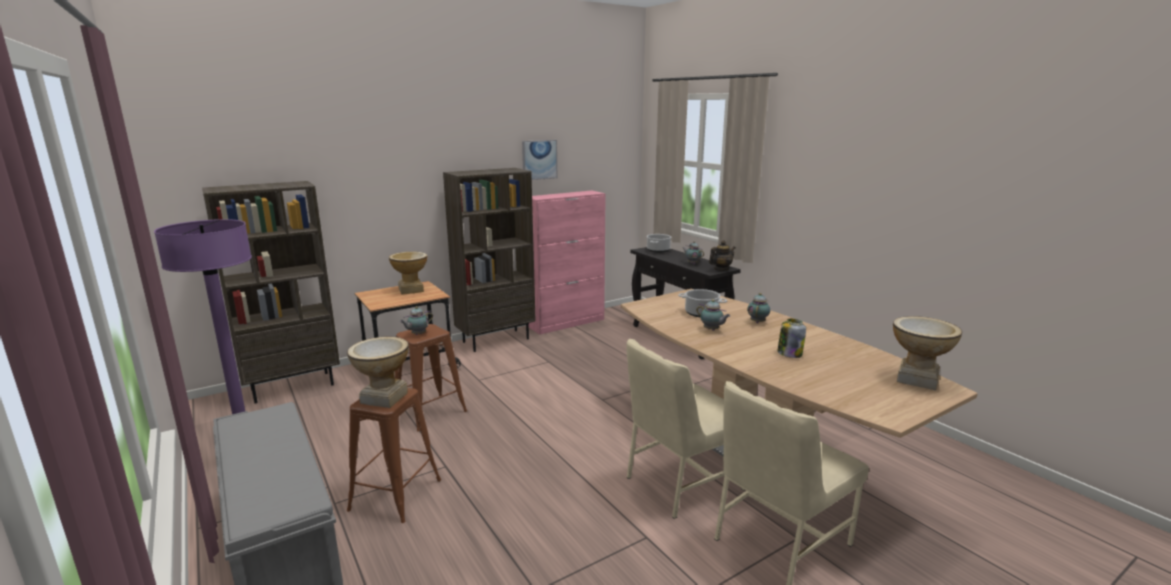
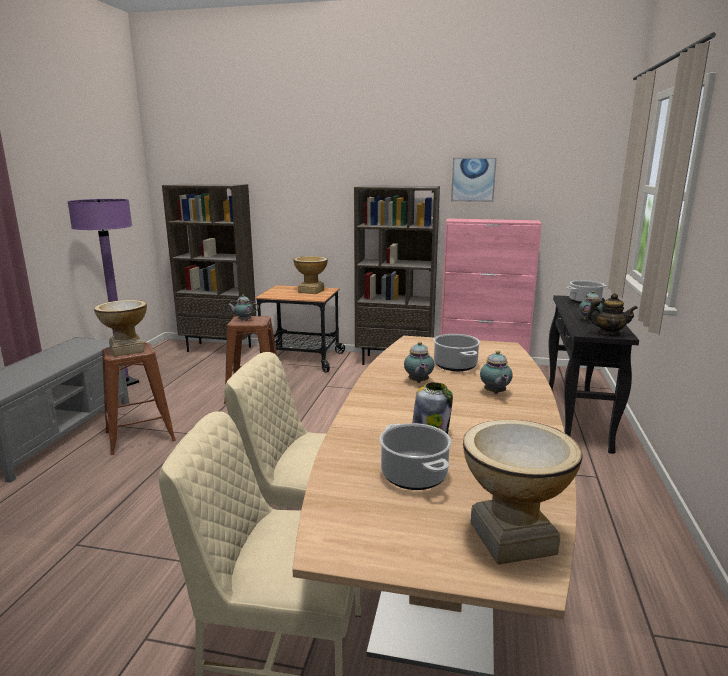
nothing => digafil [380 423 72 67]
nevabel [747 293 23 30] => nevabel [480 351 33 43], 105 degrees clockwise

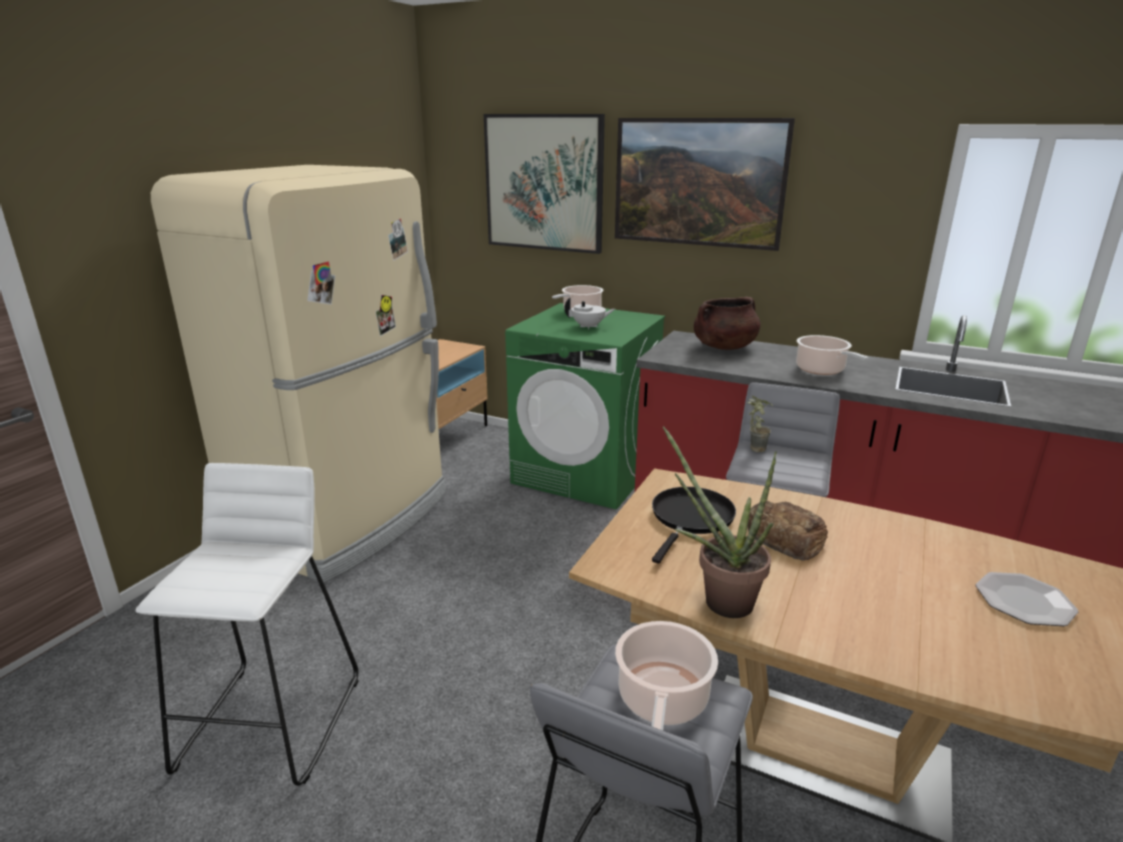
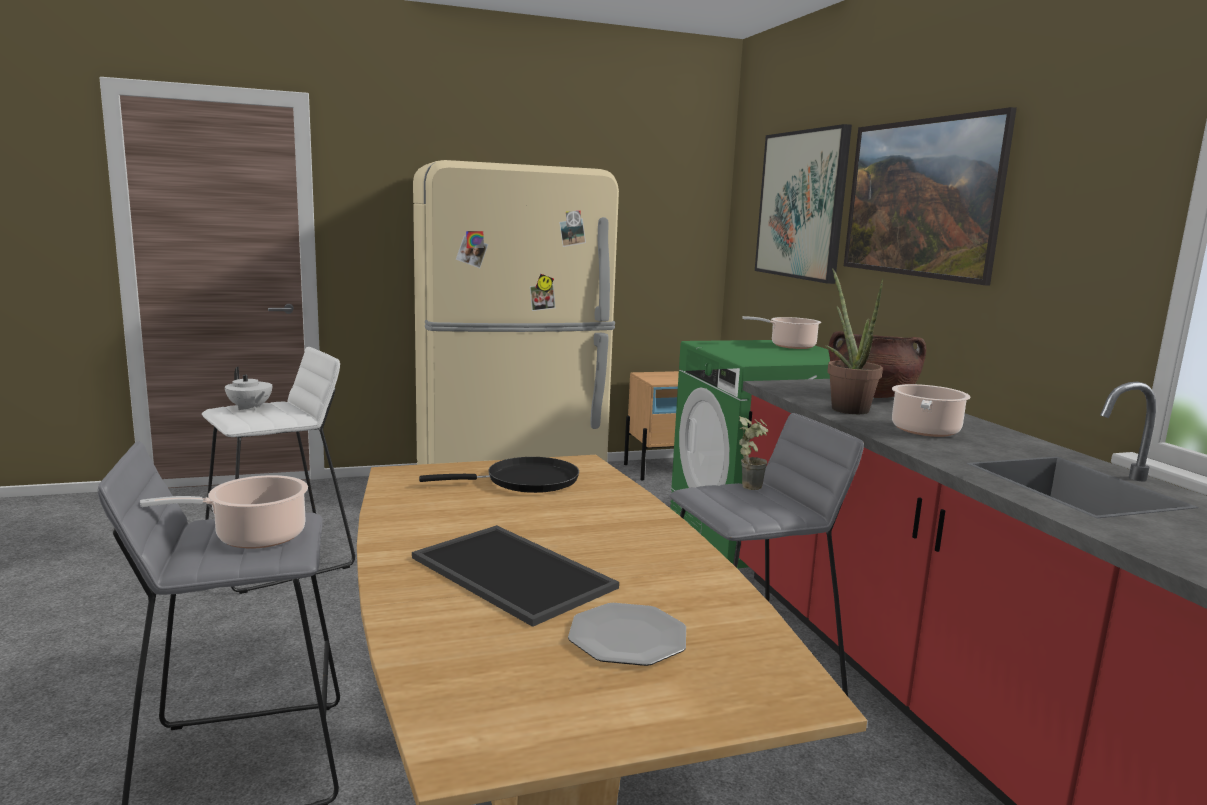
white_nevabel [565 298 50 31] => white_nevabel [225 367 47 44], shifted
nothing => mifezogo [412 525 207 102]
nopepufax [663 426 114 192] => nopepufax [825 268 58 146], shifted
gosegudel [747 501 81 60] => nothing

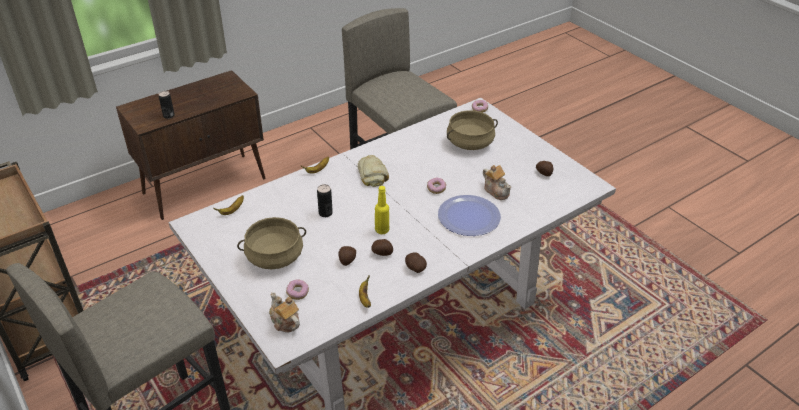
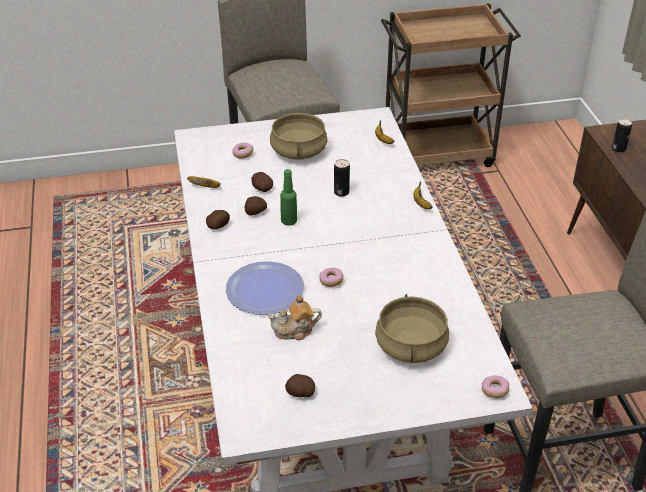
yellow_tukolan [375 186 14 48] => green_tukolan [280 169 17 57]
nevabel [269 292 31 40] => nothing
gosegudel [358 155 31 32] => nothing

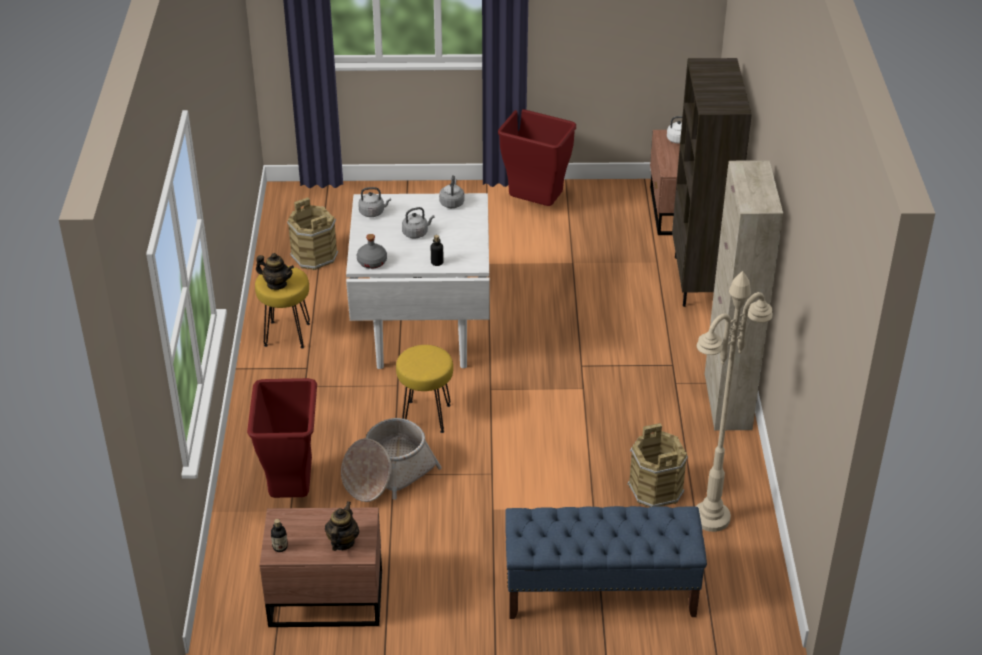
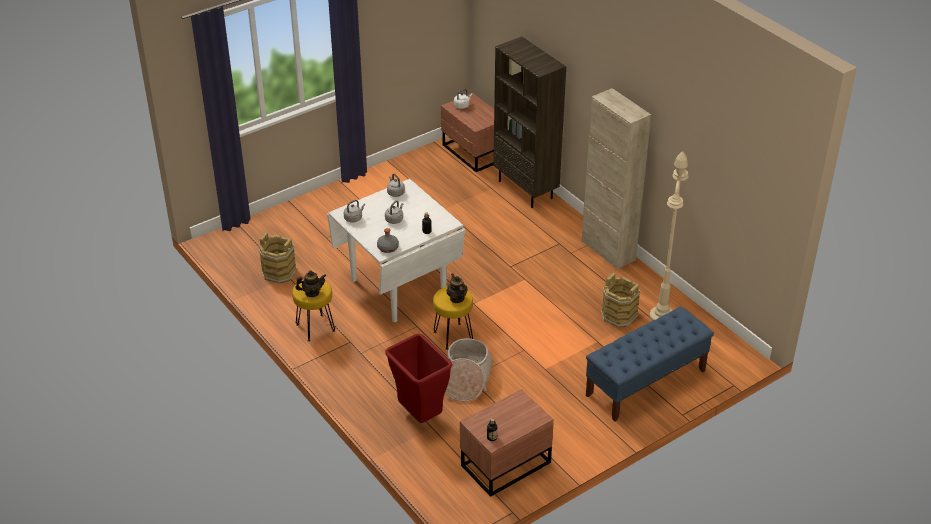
nevabel [325 501 34 50] => nevabel [447 273 21 30], shifted
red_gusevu [498 109 78 97] => nothing

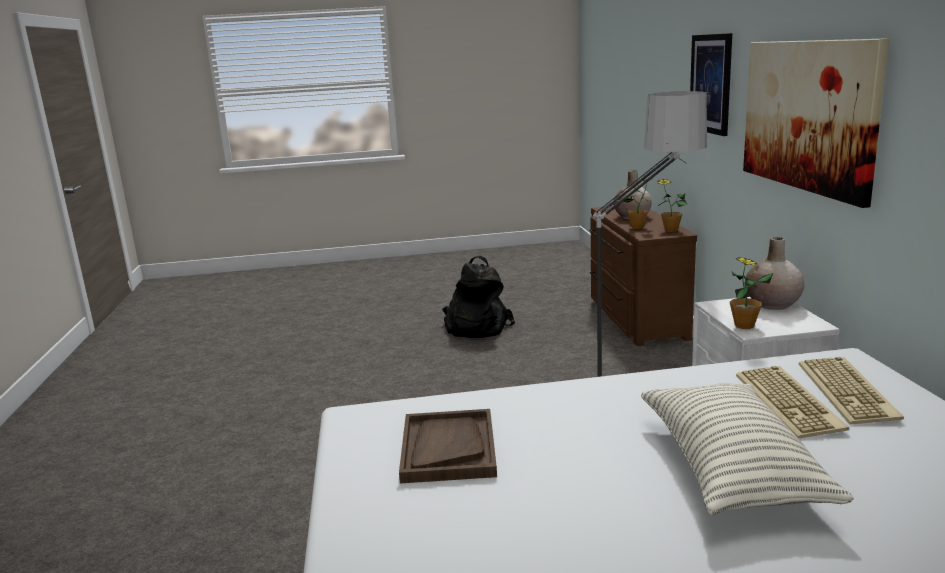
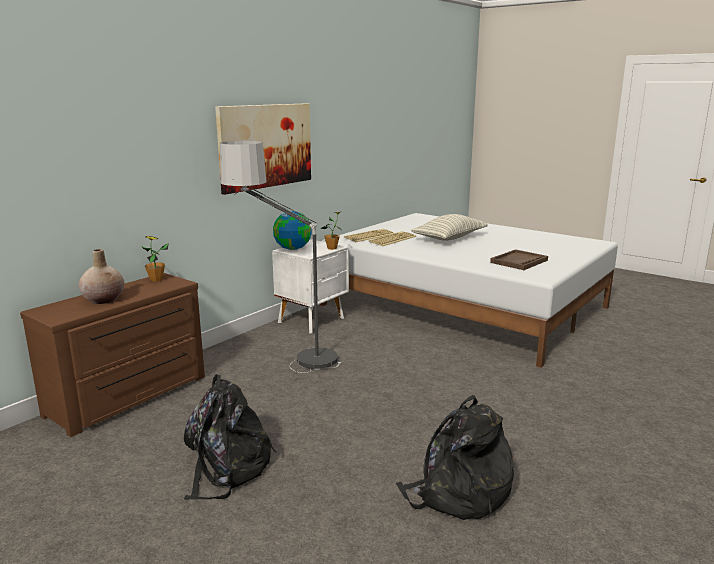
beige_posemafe [745 237 59 73] => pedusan [273 211 39 39]
nothing => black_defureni [396 395 118 125]
nopepufax [623 180 29 49] => nothing
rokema [690 33 42 103] => nothing

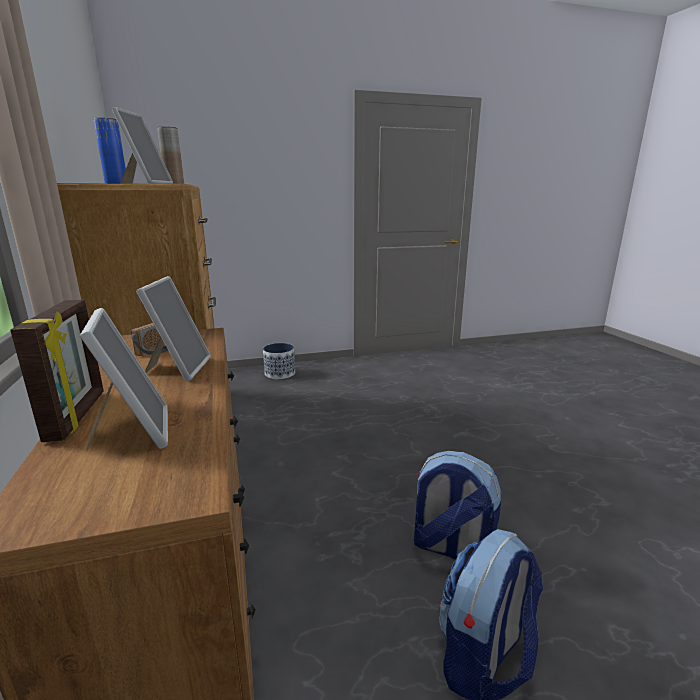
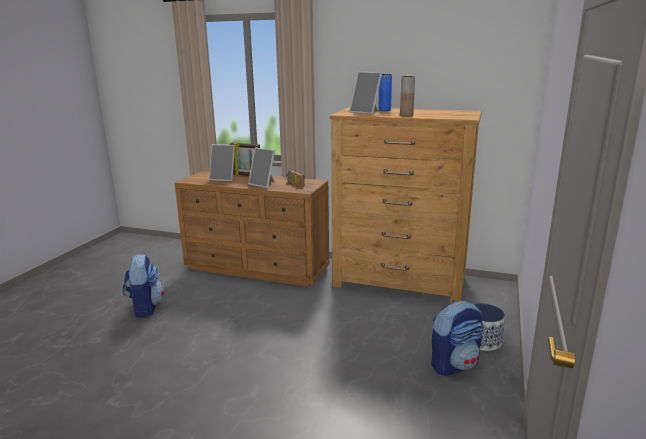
defureni [414 451 87 109] => defureni [431 301 52 75], shifted

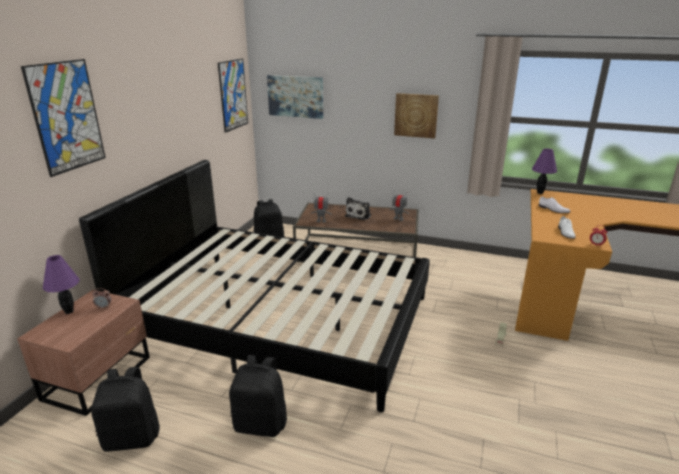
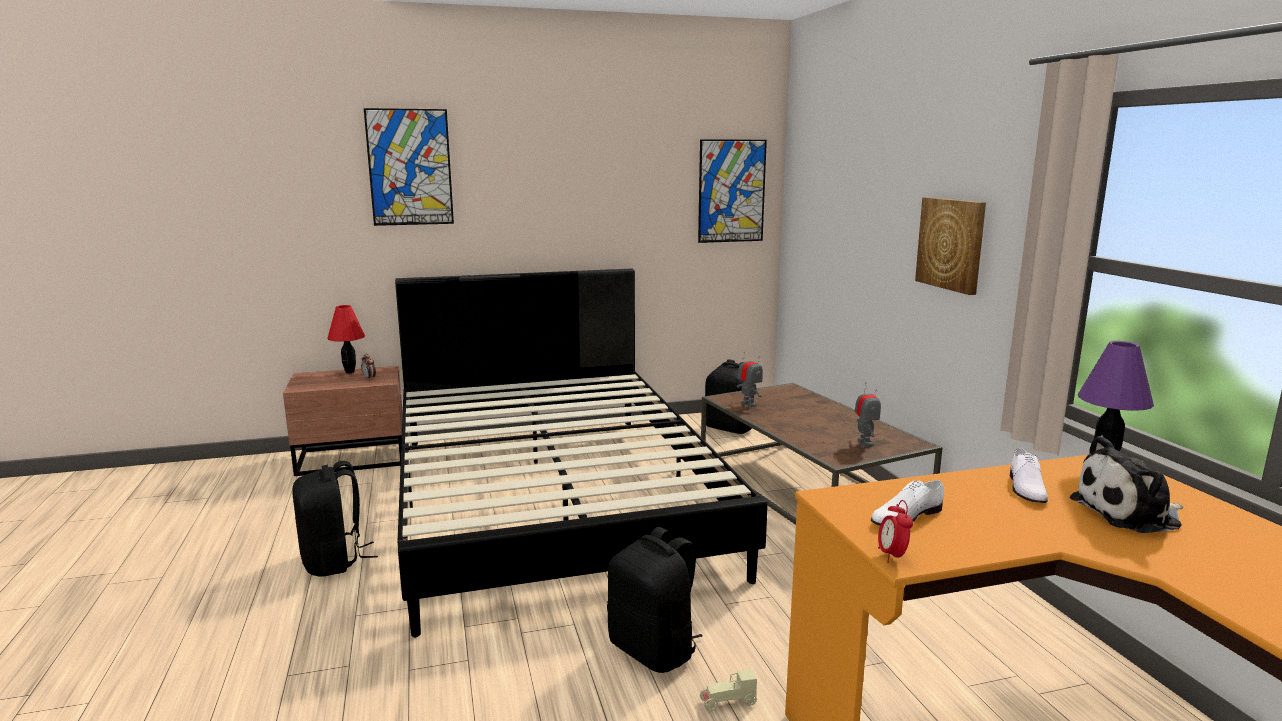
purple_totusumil [43 255 37 59] => red_totusumil [327 305 38 68]
black_defureni [91 367 69 85] => black_defureni [607 527 96 146], shifted
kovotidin [345 197 26 23] => kovotidin [1069 436 114 97], shifted
rokema [267 75 56 44] => nothing

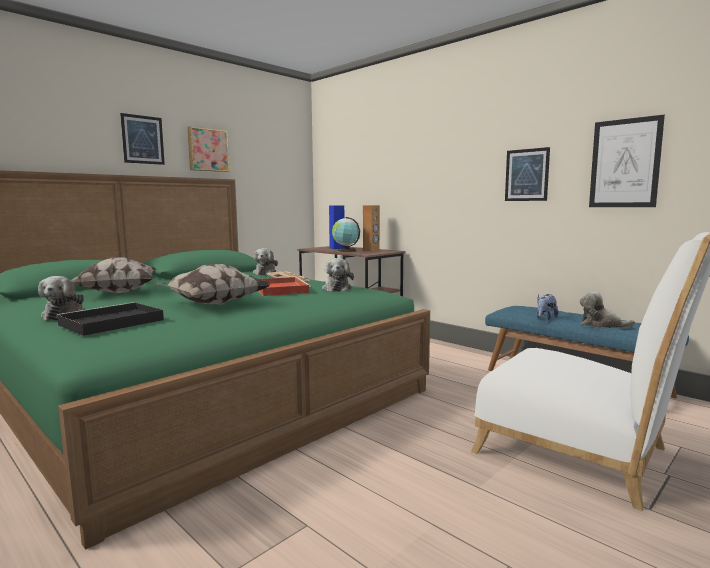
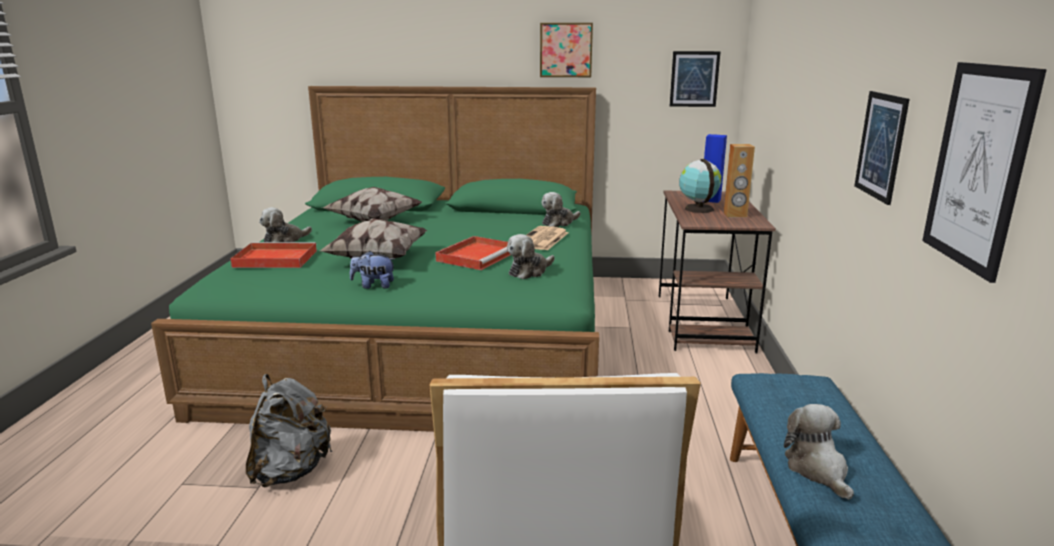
black_mifezogo [57 302 107 34] => red_mifezogo [230 242 87 26]
nothing => grey_defureni [246 374 87 113]
kovotidin [537 294 22 26] => kovotidin [350 251 45 38], shifted
rokema [120 113 45 52] => rokema [670 51 51 56], shifted

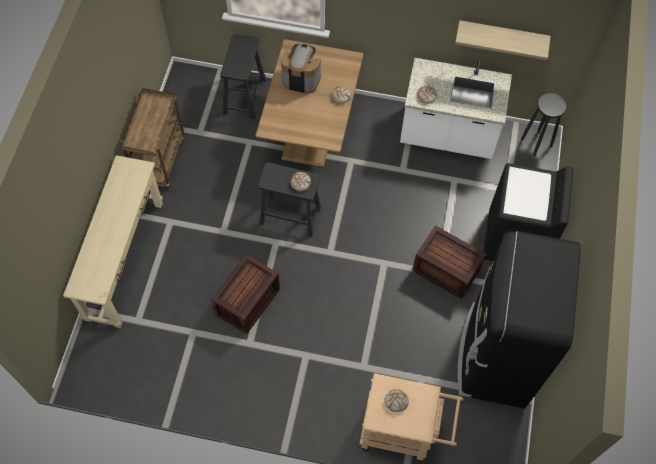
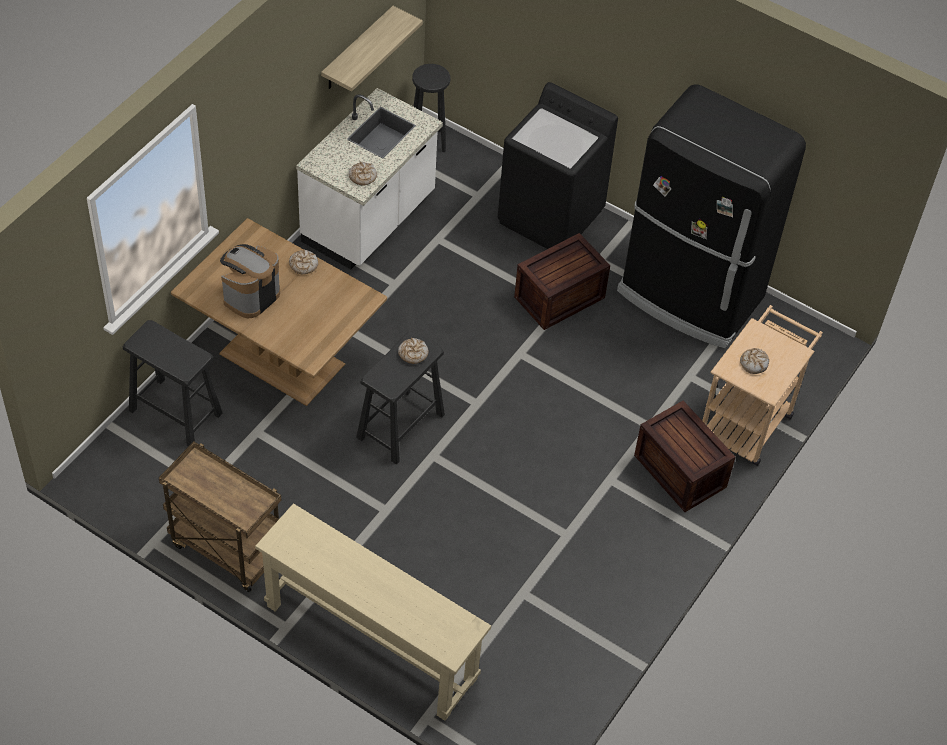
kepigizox [211 254 69 80] => kepigizox [634 401 101 111], shifted

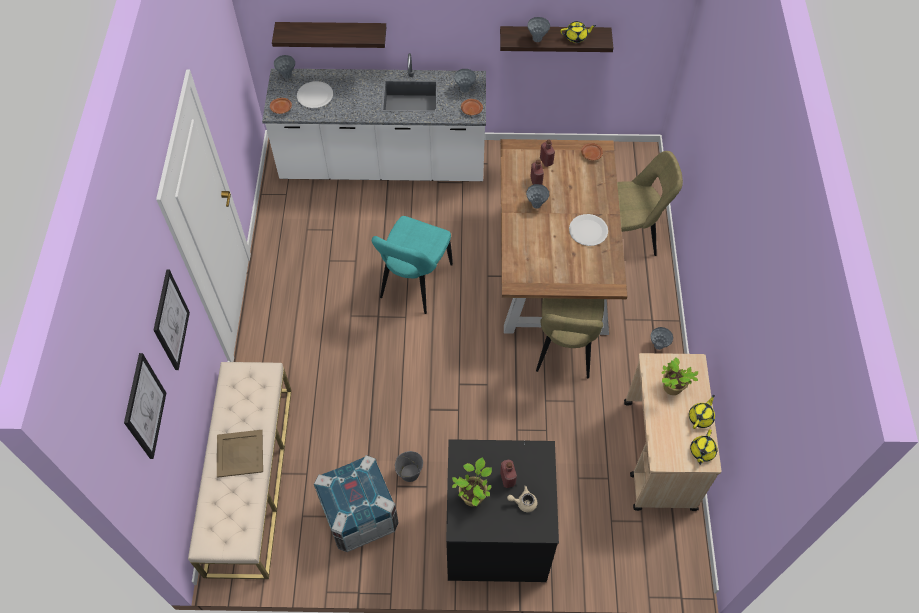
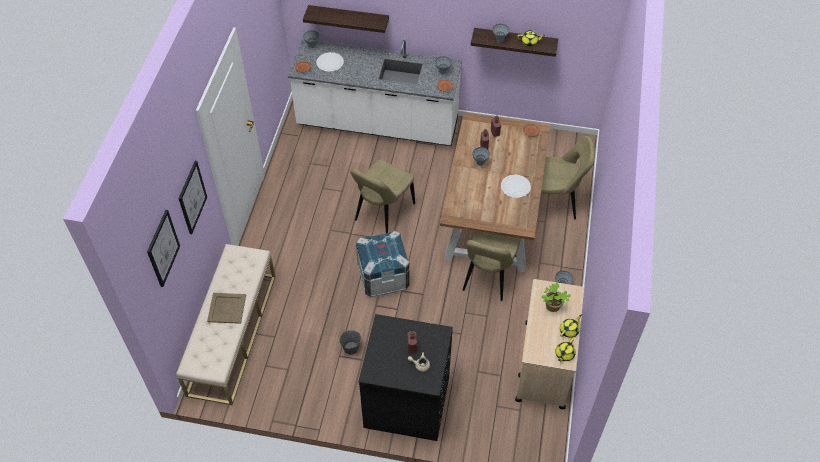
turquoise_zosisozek [372 216 81 98] => beige_zosisozek [350 160 65 73]
kepigizox [314 455 85 97] => kepigizox [356 231 54 67], shifted
nopepufax [452 457 40 50] => nothing

